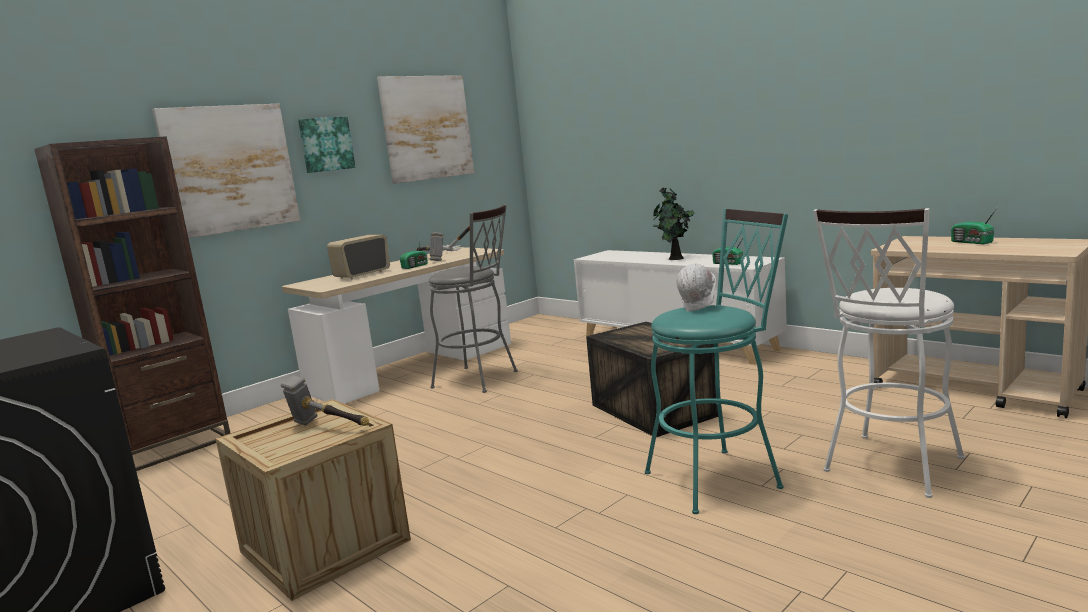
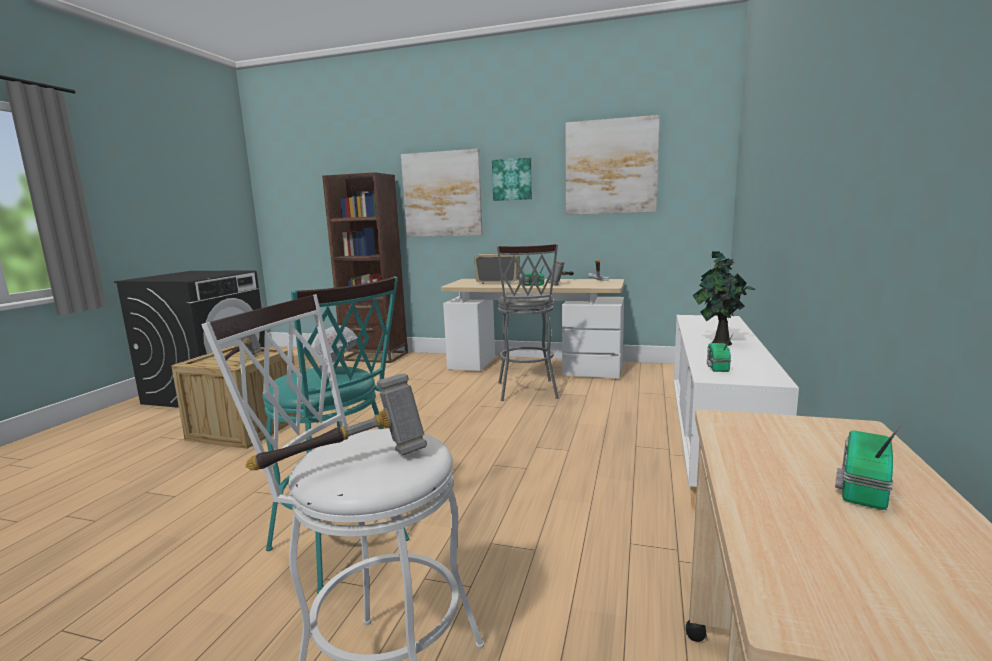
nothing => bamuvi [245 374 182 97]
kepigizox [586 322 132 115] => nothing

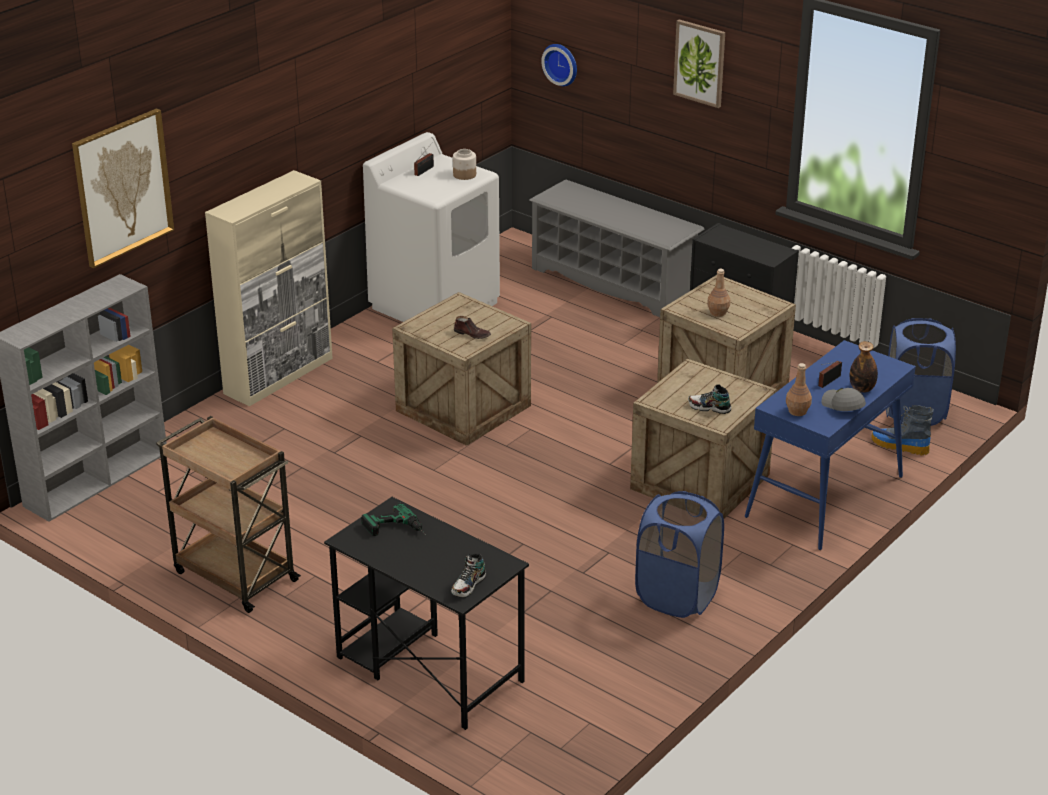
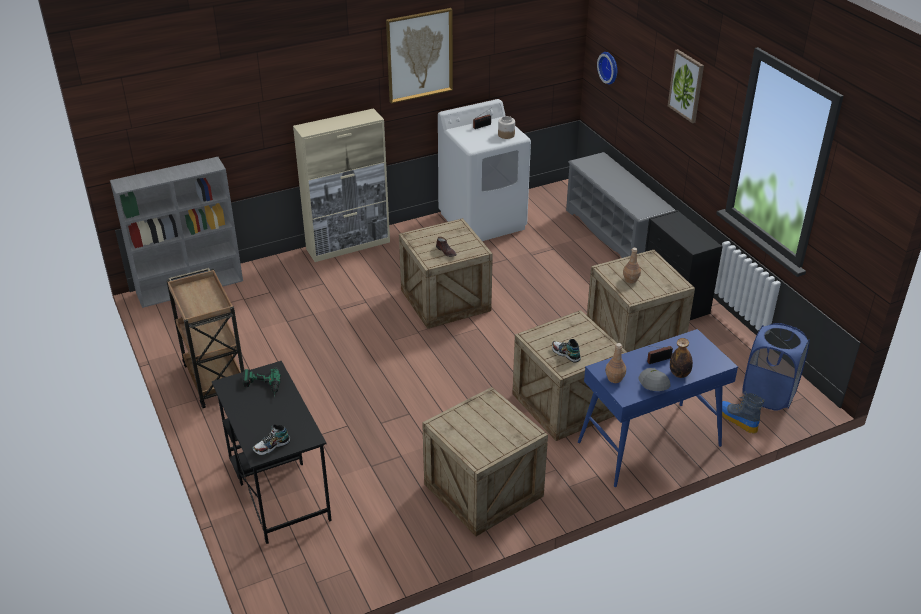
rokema [72 108 102 160] => rokema [386 8 67 96], shifted
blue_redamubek [635 491 89 127] => kepigizox [422 387 126 150]

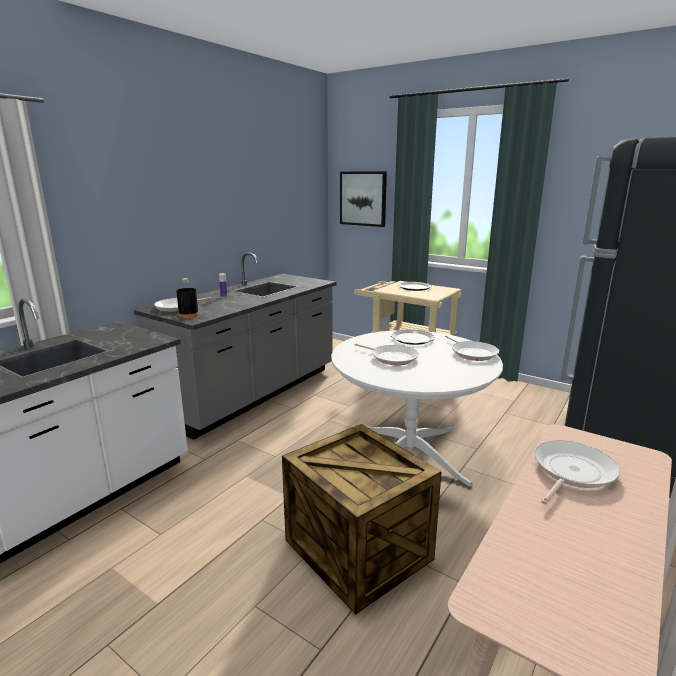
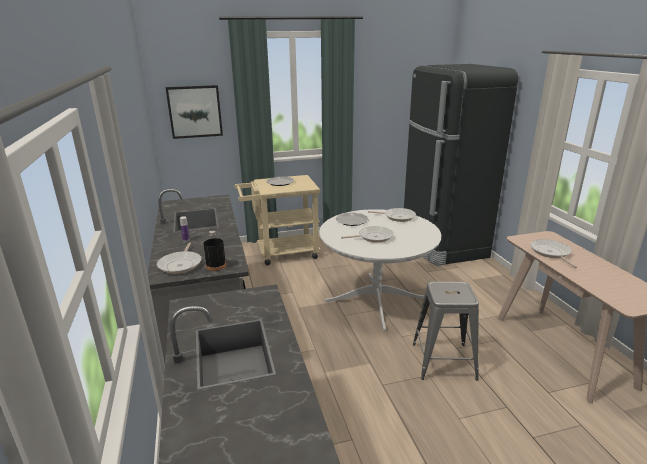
kepigizox [282 424 160 191] => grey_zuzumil [413 281 66 100]

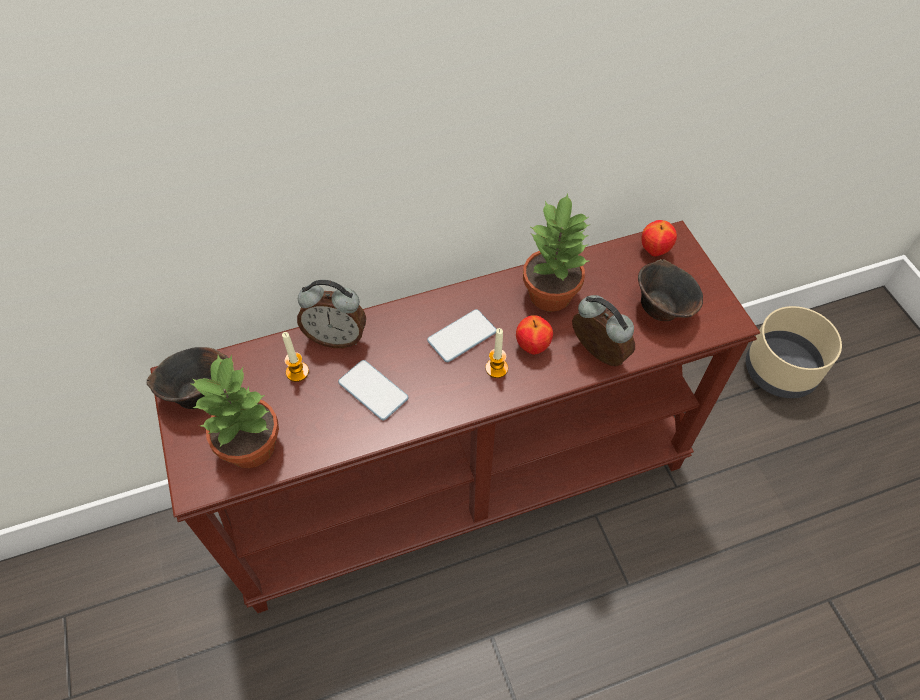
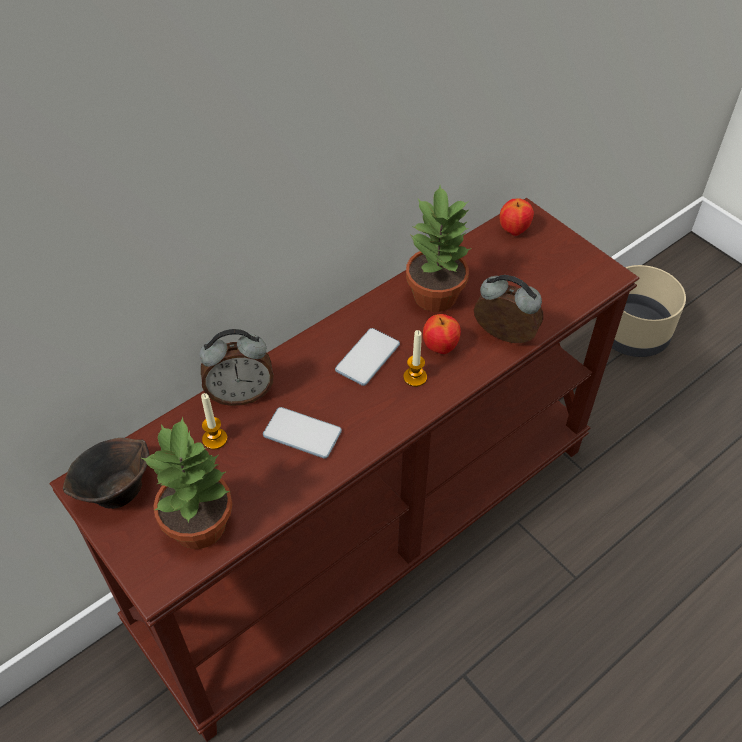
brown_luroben [638 259 65 62] => nothing

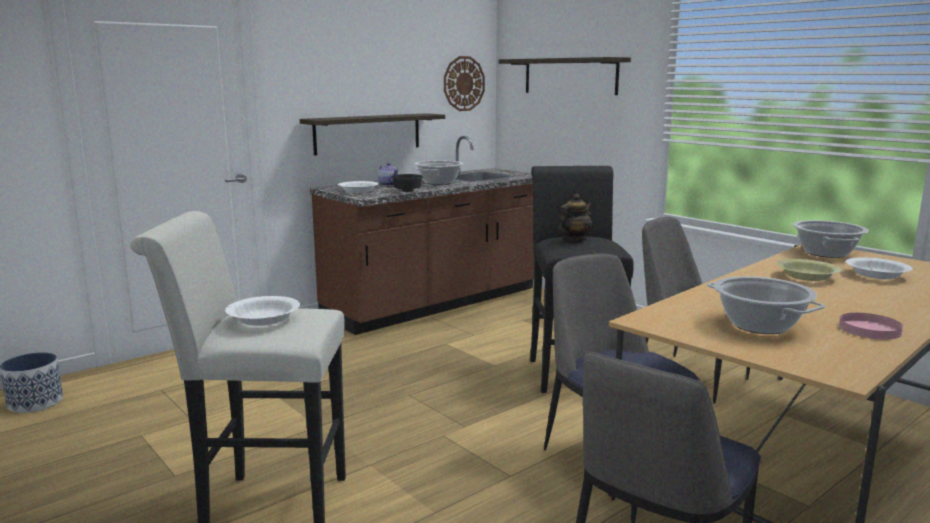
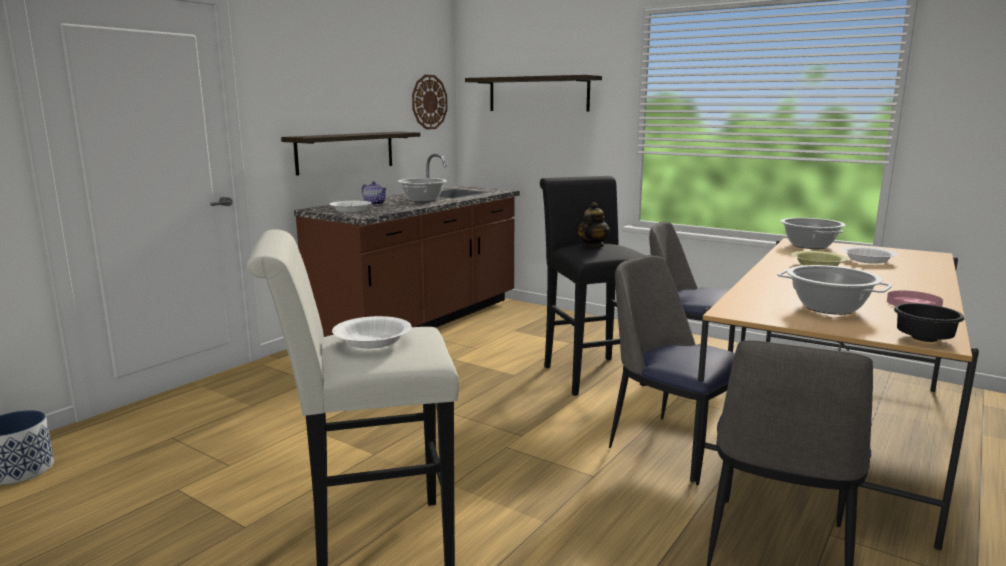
black_luroben [391 174 32 18] => black_luroben [894 303 70 39], shifted

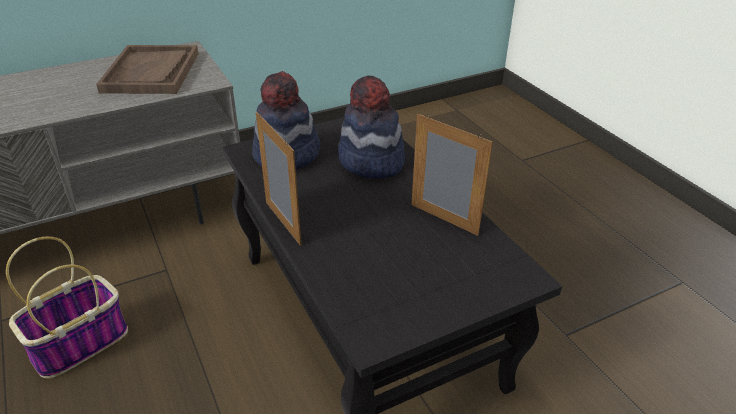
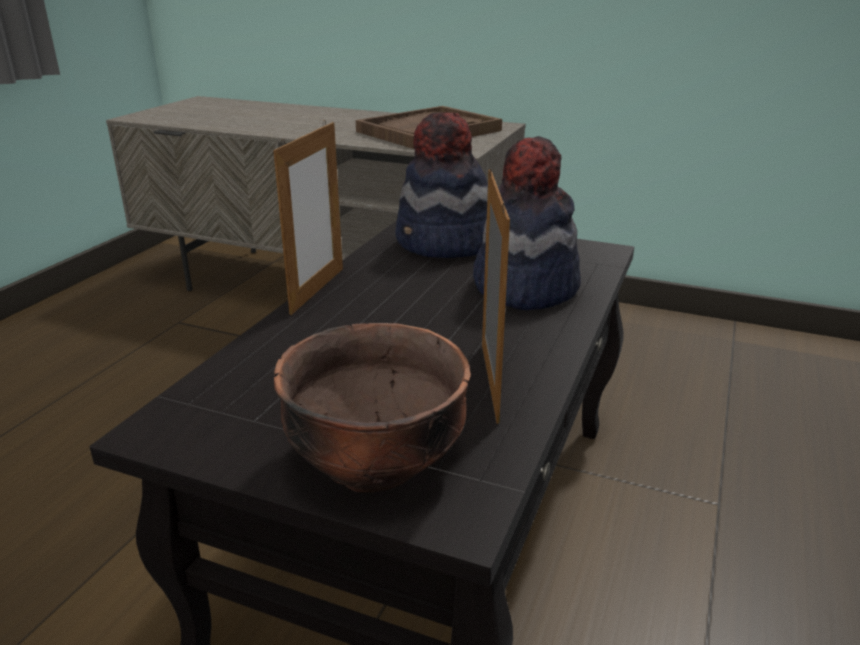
nothing => brown_luroben [274 323 197 169]
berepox [6 237 122 141] => nothing

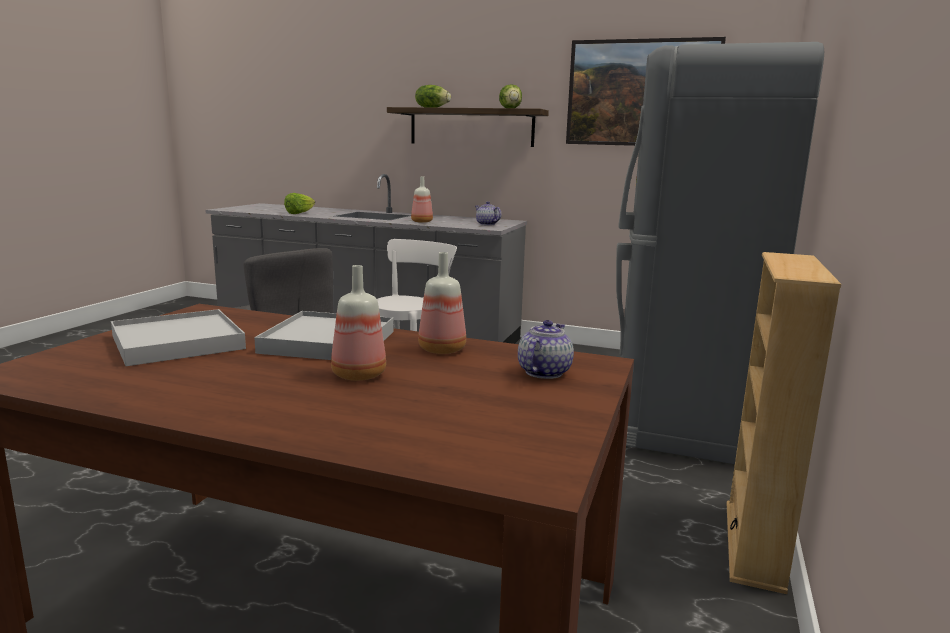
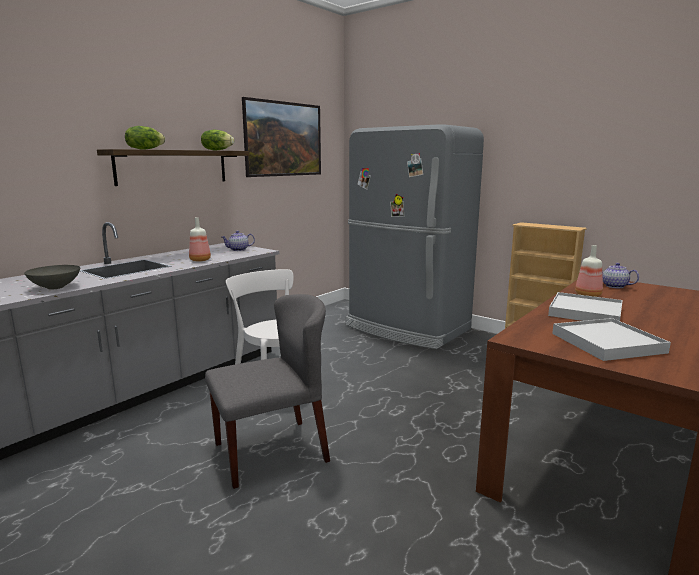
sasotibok [284 193 31 21] => grey_luroben [24 265 56 25]
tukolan [331 265 55 116] => nothing

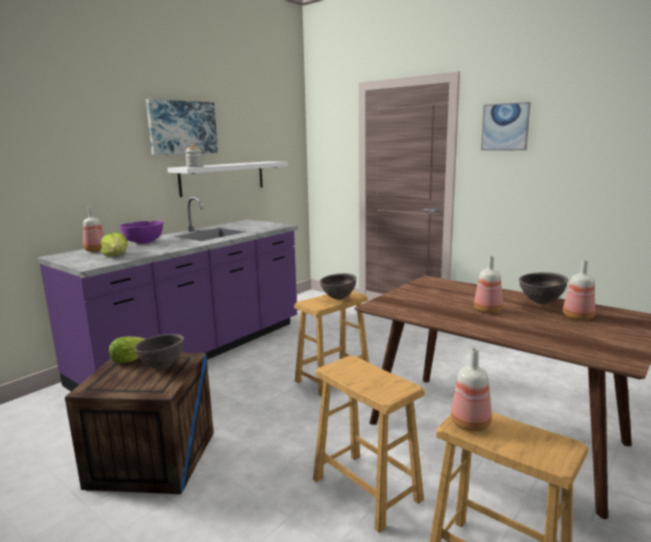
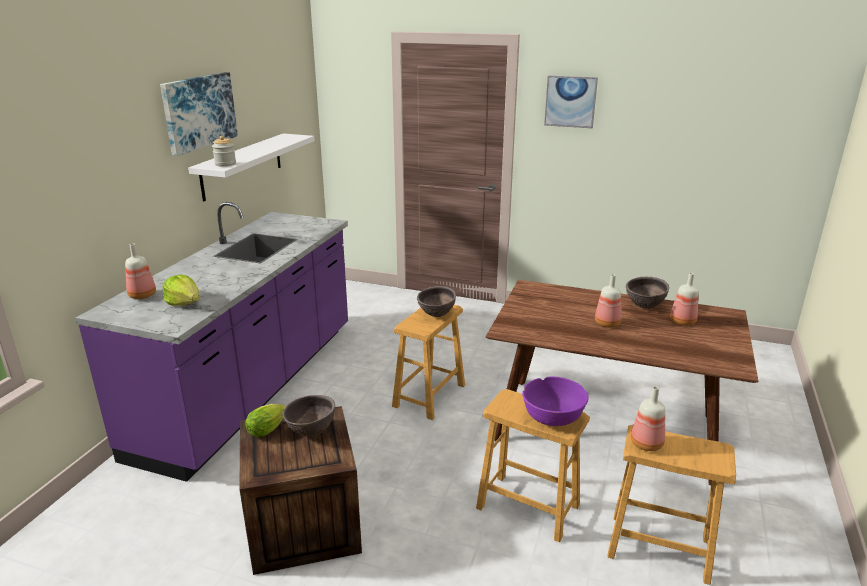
purple_luroben [119 221 44 23] => purple_luroben [522 376 67 50], shifted

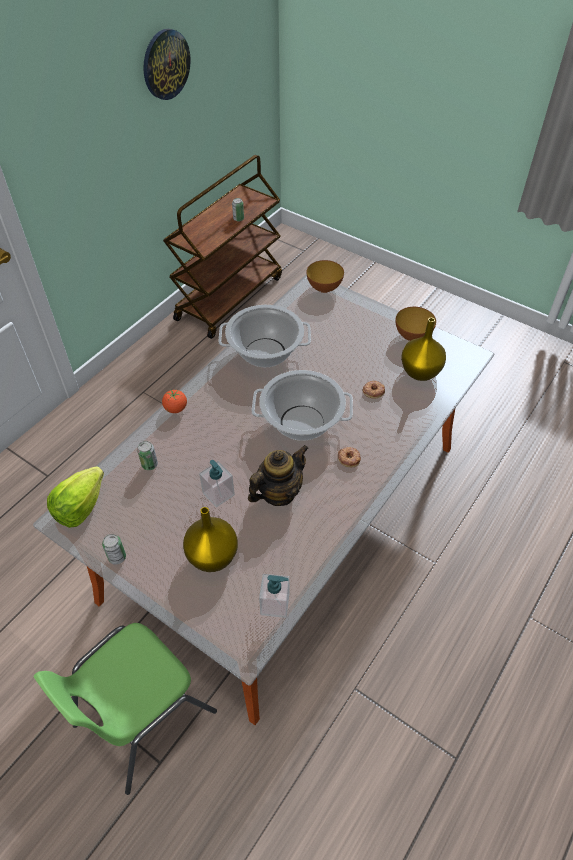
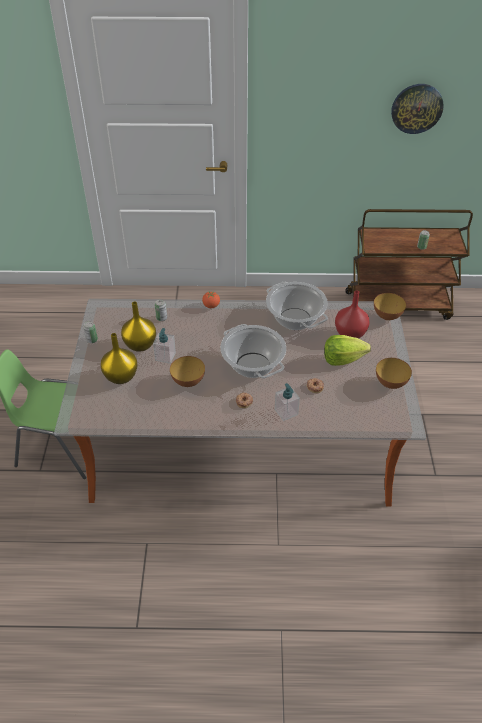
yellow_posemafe [401 318 45 63] => yellow_posemafe [121 301 35 51], shifted
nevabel [248 445 61 61] => luroben [170 356 35 31]
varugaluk [259 574 30 44] => varugaluk [275 383 25 38], shifted
sasotibok [47 466 57 62] => sasotibok [324 335 47 31], shifted
nothing => red_posemafe [335 290 34 49]

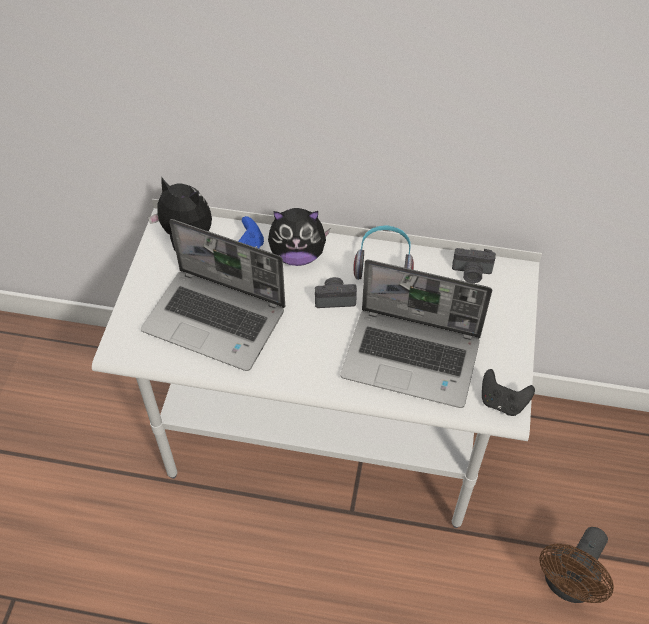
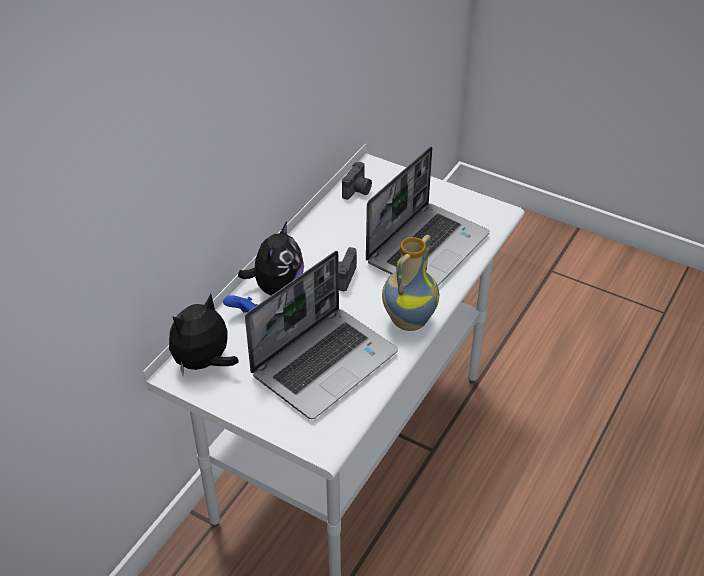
nothing => posemafe [382 235 57 96]
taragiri [353 226 61 54] => nothing
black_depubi [482 369 53 47] => nothing
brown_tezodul [539 527 75 76] => nothing

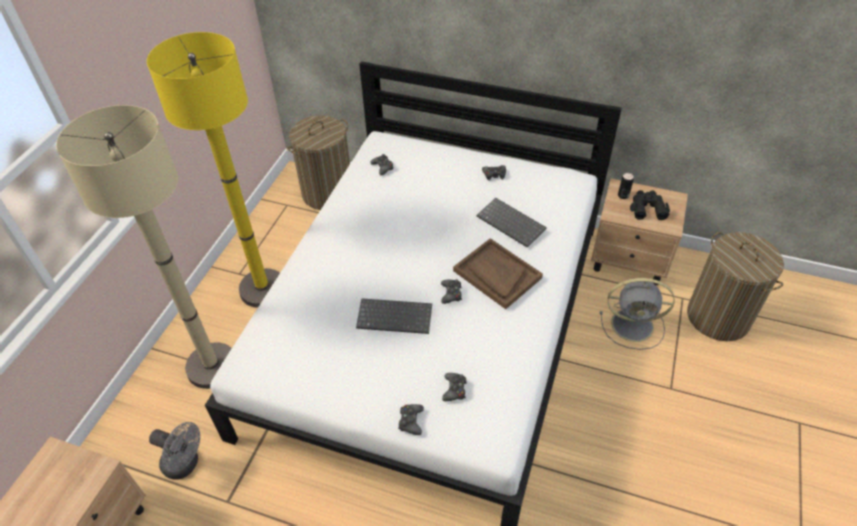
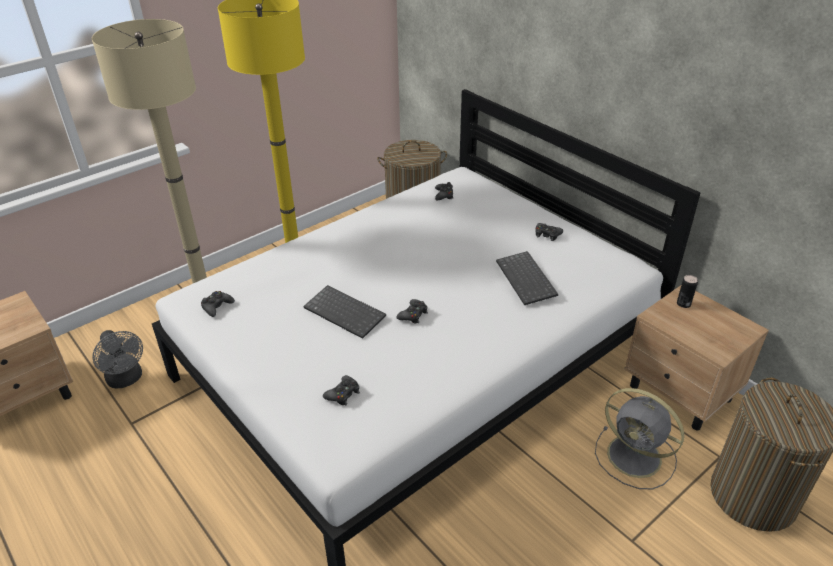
black_depubi [398 404 26 31] => black_depubi [201 291 34 26], shifted
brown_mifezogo [453 238 90 71] => nothing
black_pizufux [630 190 40 30] => nothing

